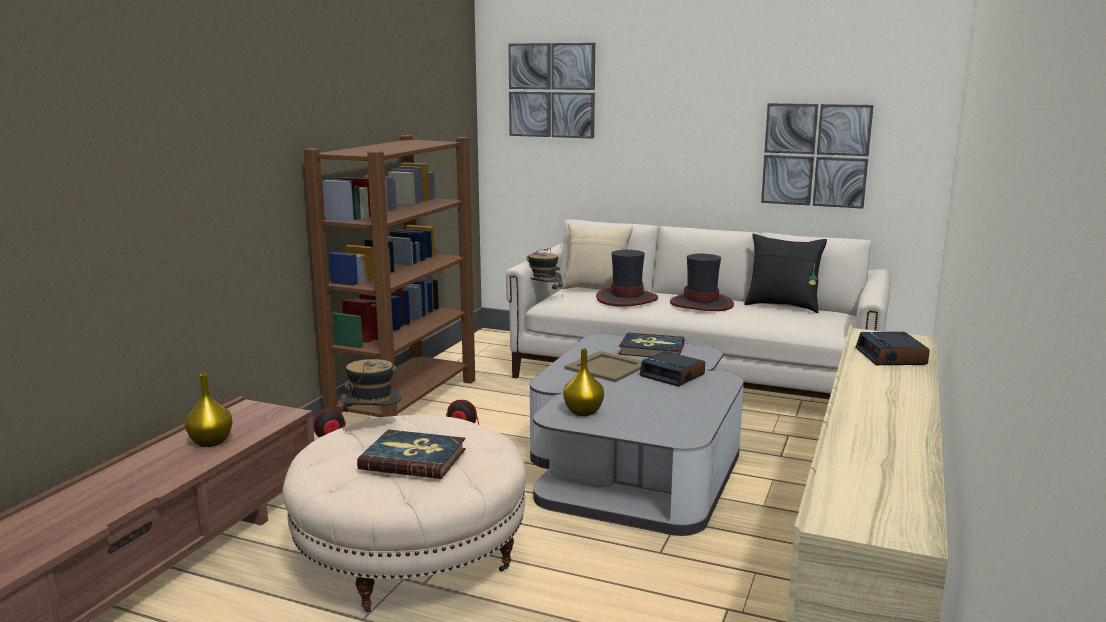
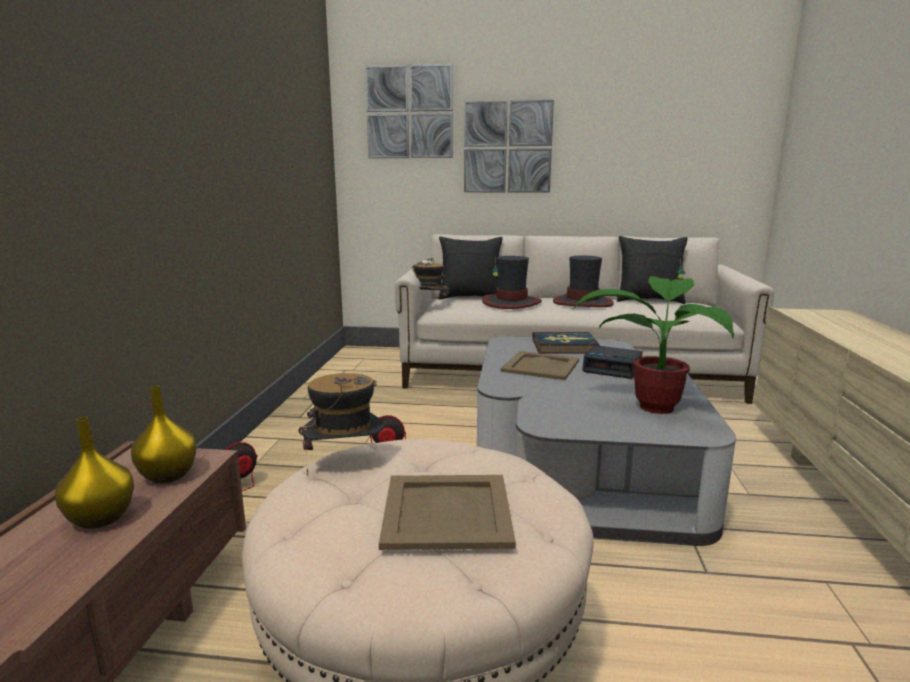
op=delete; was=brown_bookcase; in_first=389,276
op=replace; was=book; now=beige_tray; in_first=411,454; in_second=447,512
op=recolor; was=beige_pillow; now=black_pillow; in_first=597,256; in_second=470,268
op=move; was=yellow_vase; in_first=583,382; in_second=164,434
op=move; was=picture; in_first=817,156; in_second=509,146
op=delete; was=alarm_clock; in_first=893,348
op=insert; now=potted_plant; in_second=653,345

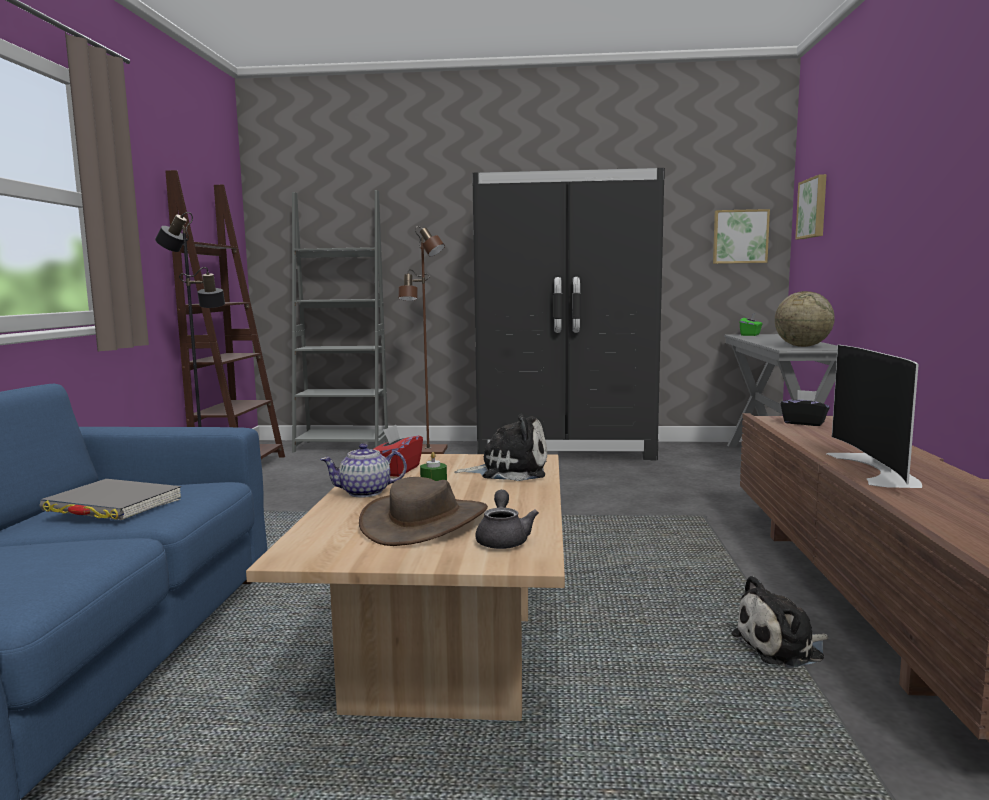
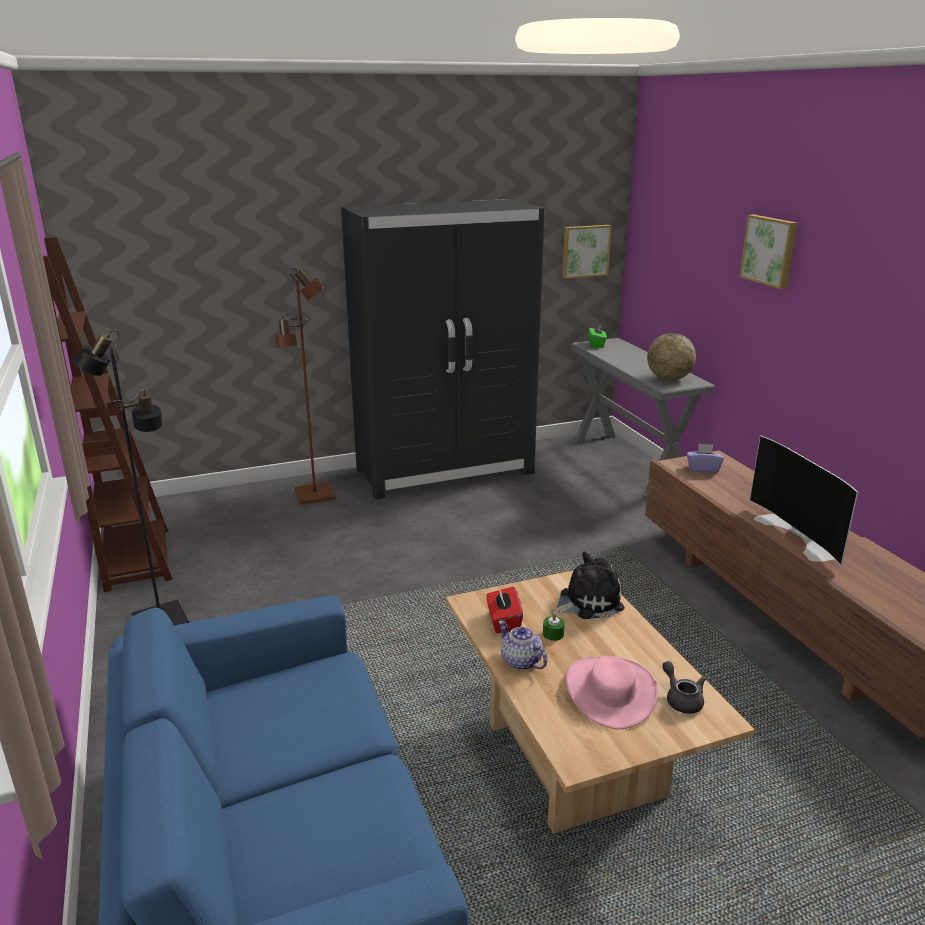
op=delete; was=grey_book; in_first=110,499
op=delete; was=grey_bookcase; in_first=340,321
op=rotate; was=teapot; in_first=363,470; in_second=523,645; clockwise=90
op=recolor; was=brown_hat; now=pink_hat; in_first=423,511; in_second=612,693
op=delete; was=plush_toy; in_first=780,622
op=recolor; was=black_tissue_box; now=purple_tissue_box; in_first=805,408; in_second=705,458
op=move; was=picture; in_first=810,206; in_second=768,252

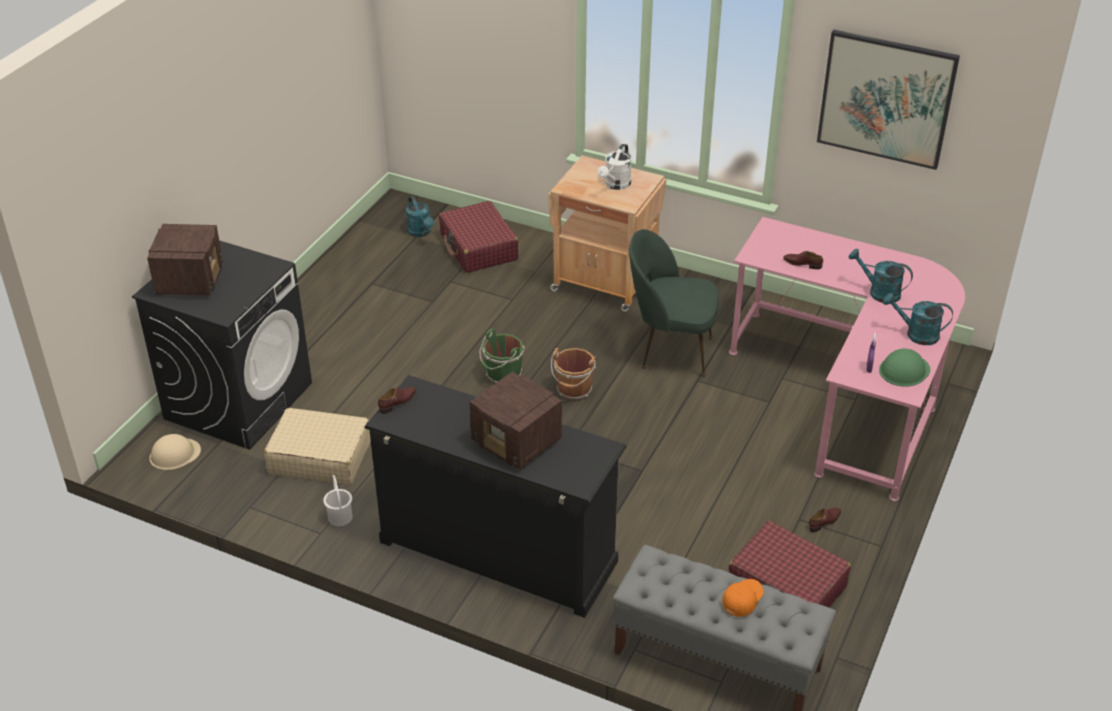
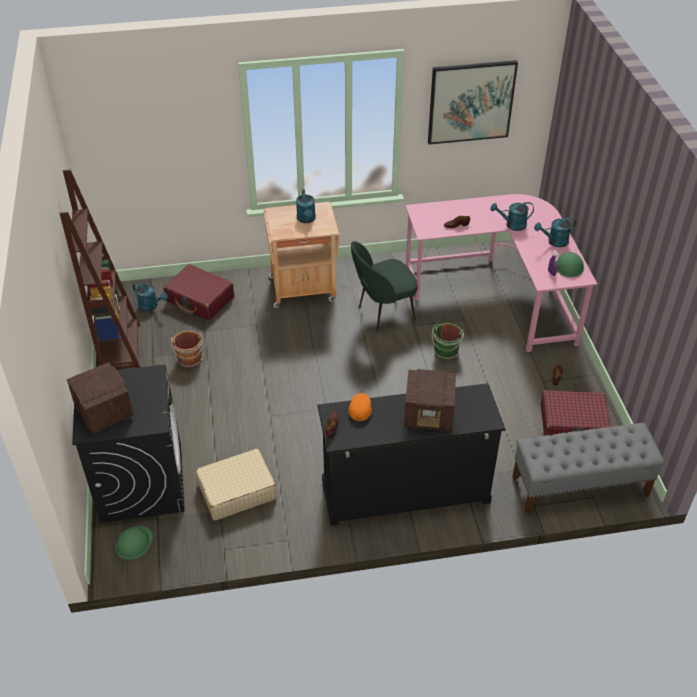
op=recolor; was=beige_hard_hat; now=green_hard_hat; in_first=175,452; in_second=134,543
op=delete; was=white_bucket; in_first=338,500
op=move; was=green_bucket; in_first=502,356; in_second=448,341
op=move; was=brown_bucket; in_first=573,374; in_second=187,349
op=recolor; was=white_watering_can; now=turquoise_watering_can; in_first=614,166; in_second=306,206
op=move; was=orange_cap; in_first=743,598; in_second=360,407
op=insert; now=brown_bookcase; in_second=100,269

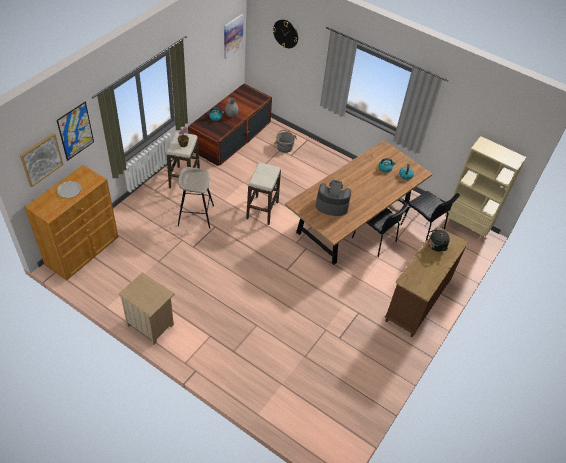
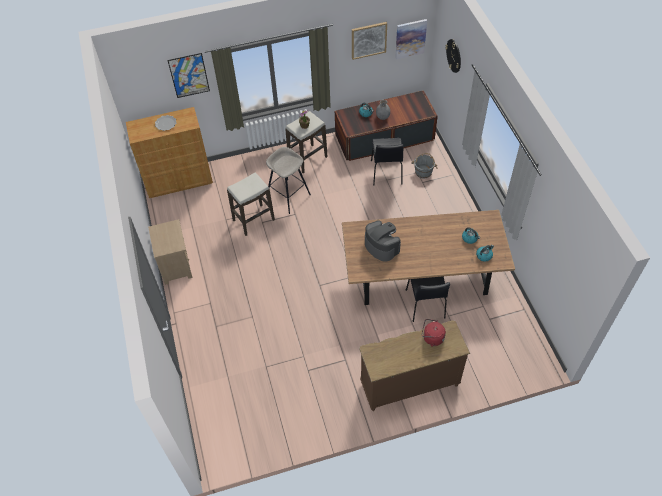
op=move; was=picture; in_first=41,160; in_second=369,41
op=move; was=stool; in_first=263,194; in_second=251,204
op=move; was=black_chair; in_first=430,215; in_second=387,161
op=recolor; was=black_kettle; now=red_kettle; in_first=439,240; in_second=434,333
op=delete; was=beige_bookcase; in_first=485,188

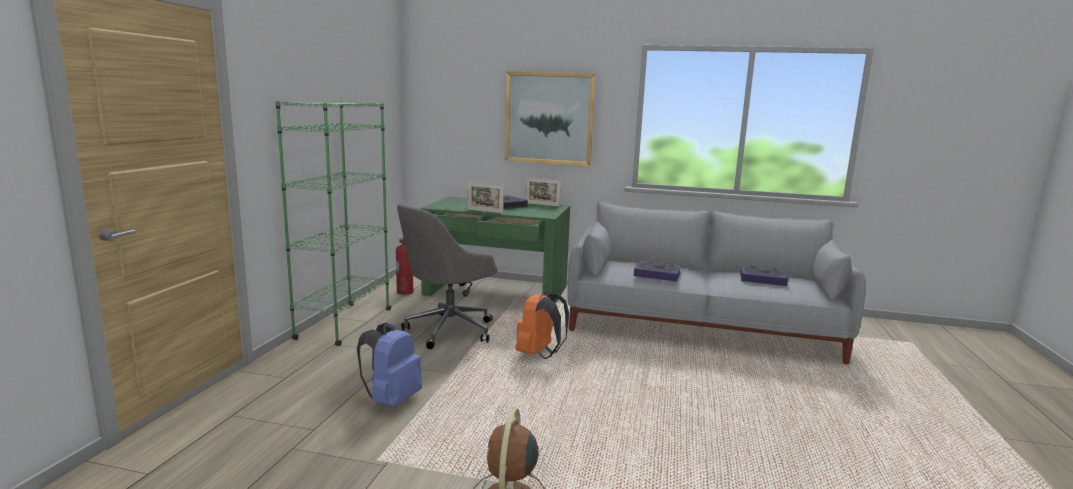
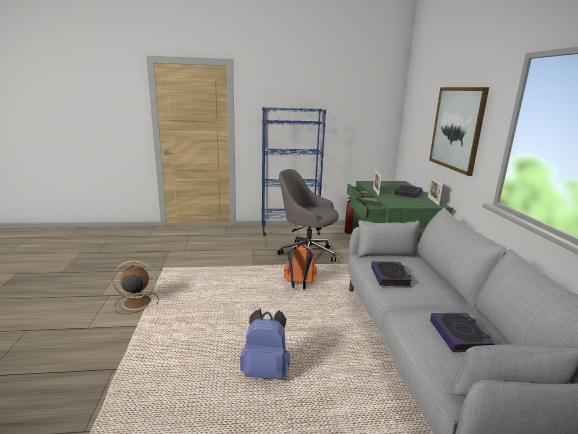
op=recolor; was=green_bookcase; now=blue_bookcase; in_first=333,223; in_second=294,171
op=move; was=blue_backpack; in_first=389,364; in_second=265,344

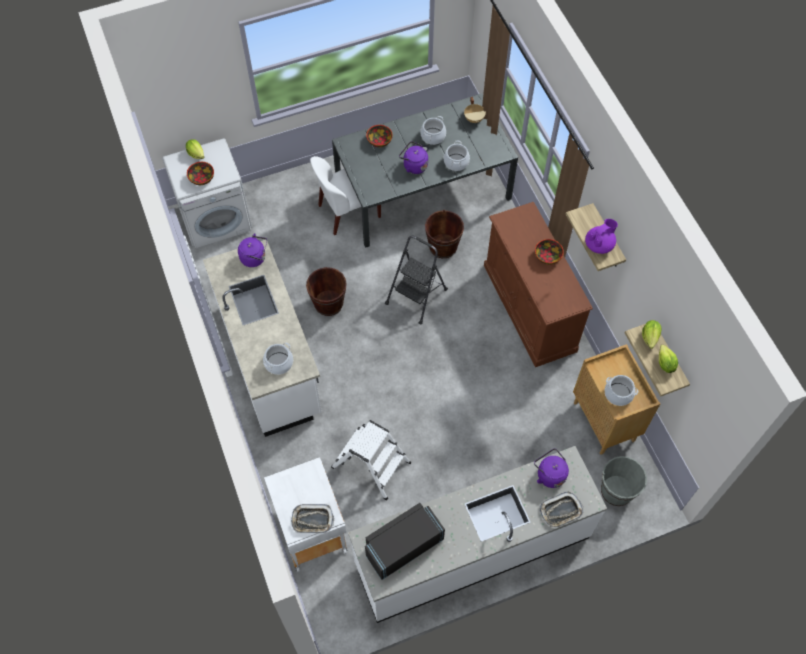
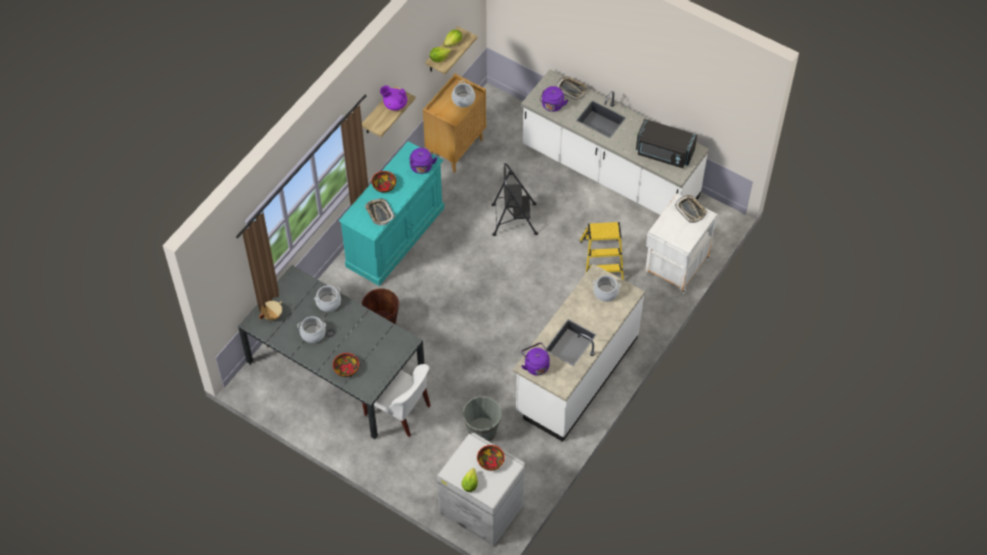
op=delete; was=brown_bucket; in_first=326,291
op=recolor; was=white_step_ladder; now=yellow_step_ladder; in_first=371,460; in_second=602,251
op=move; was=black_step_ladder; in_first=416,280; in_second=514,199
op=move; was=purple_kettle; in_first=413,157; in_second=423,161
op=recolor; was=brown_cabinet; now=turquoise_cabinet; in_first=538,284; in_second=392,213
op=move; was=grey_bucket; in_first=624,481; in_second=482,418
op=insert; now=tray; in_second=380,212

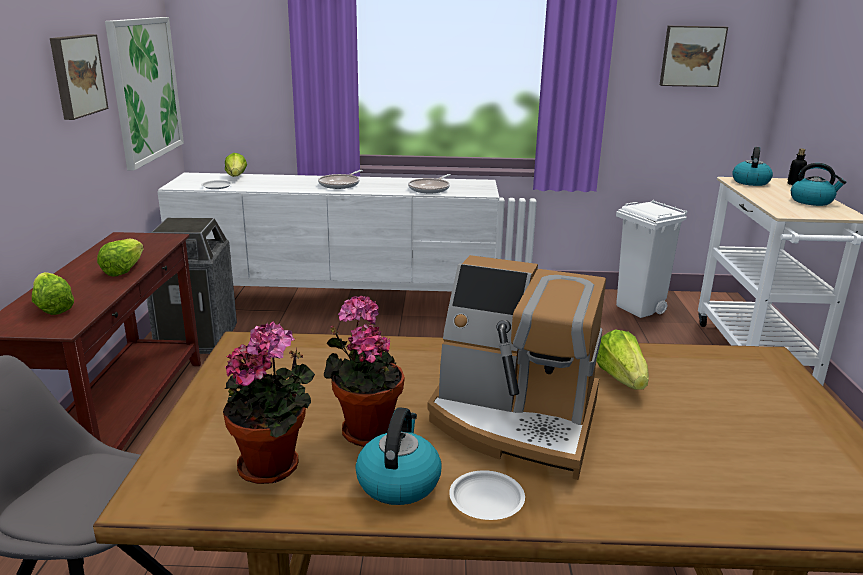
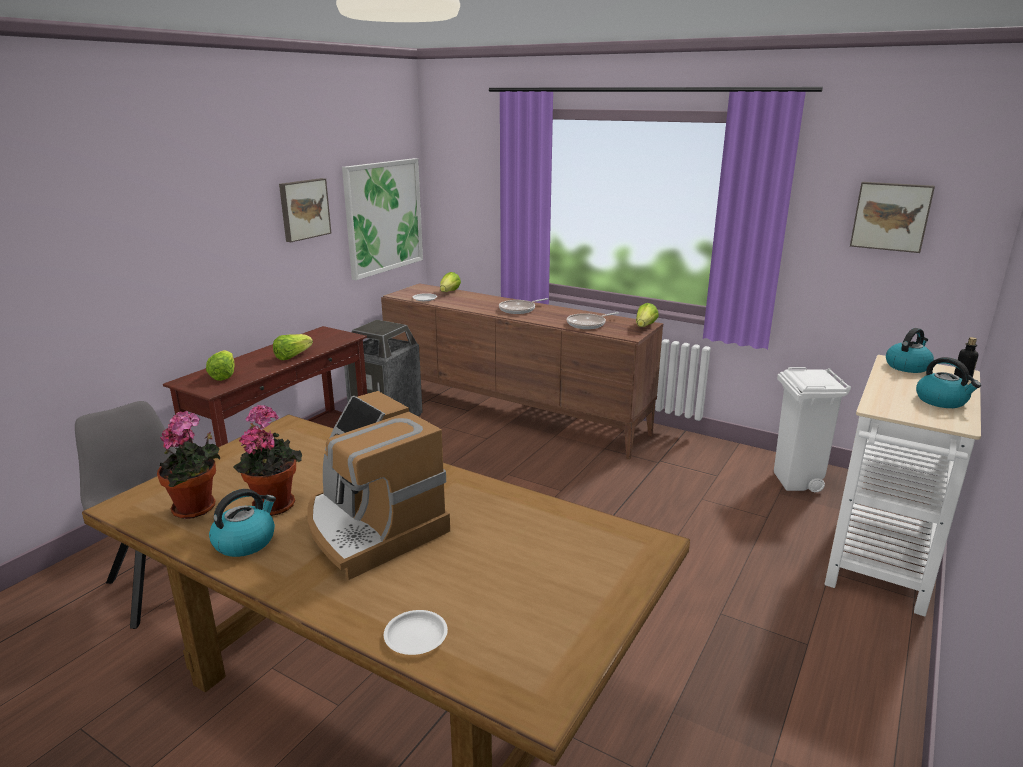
op=recolor; was=white_cabinet; now=brown_cabinet; in_first=328,232; in_second=522,371
op=move; was=white_plate; in_first=487,495; in_second=416,632
op=move; was=lettuce; in_first=622,359; in_second=647,315

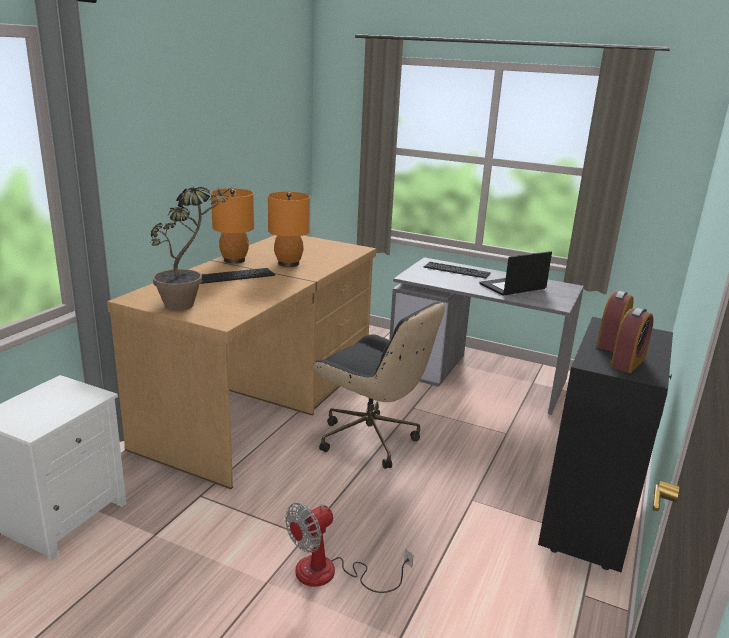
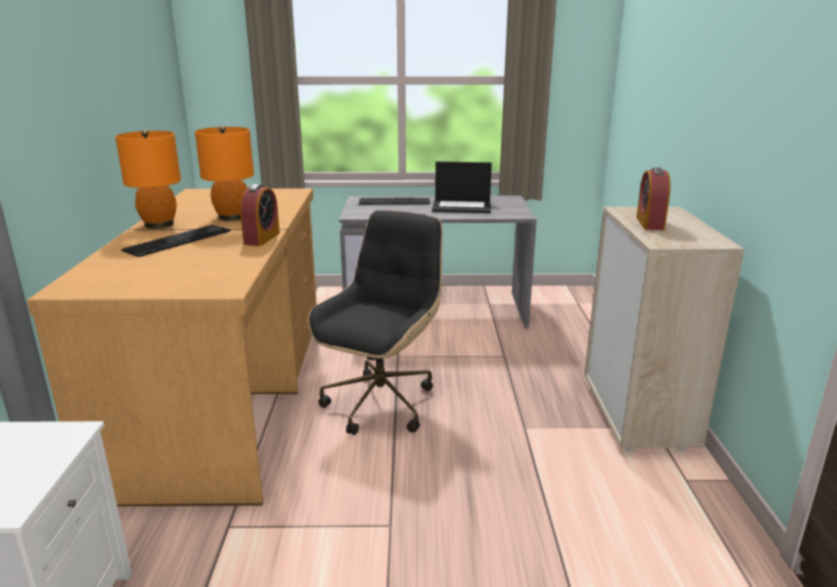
op=delete; was=potted_plant; in_first=191,249
op=delete; was=fan; in_first=349,548
op=rotate; was=black_office_chair; in_first=379,385; in_second=375,322; clockwise=-75
op=rotate; was=laptop; in_first=515,273; in_second=462,187; clockwise=-120
op=recolor; was=black_cabinet; now=beige_cabinet; in_first=605,445; in_second=664,329
op=move; was=alarm_clock; in_first=632,340; in_second=260,215

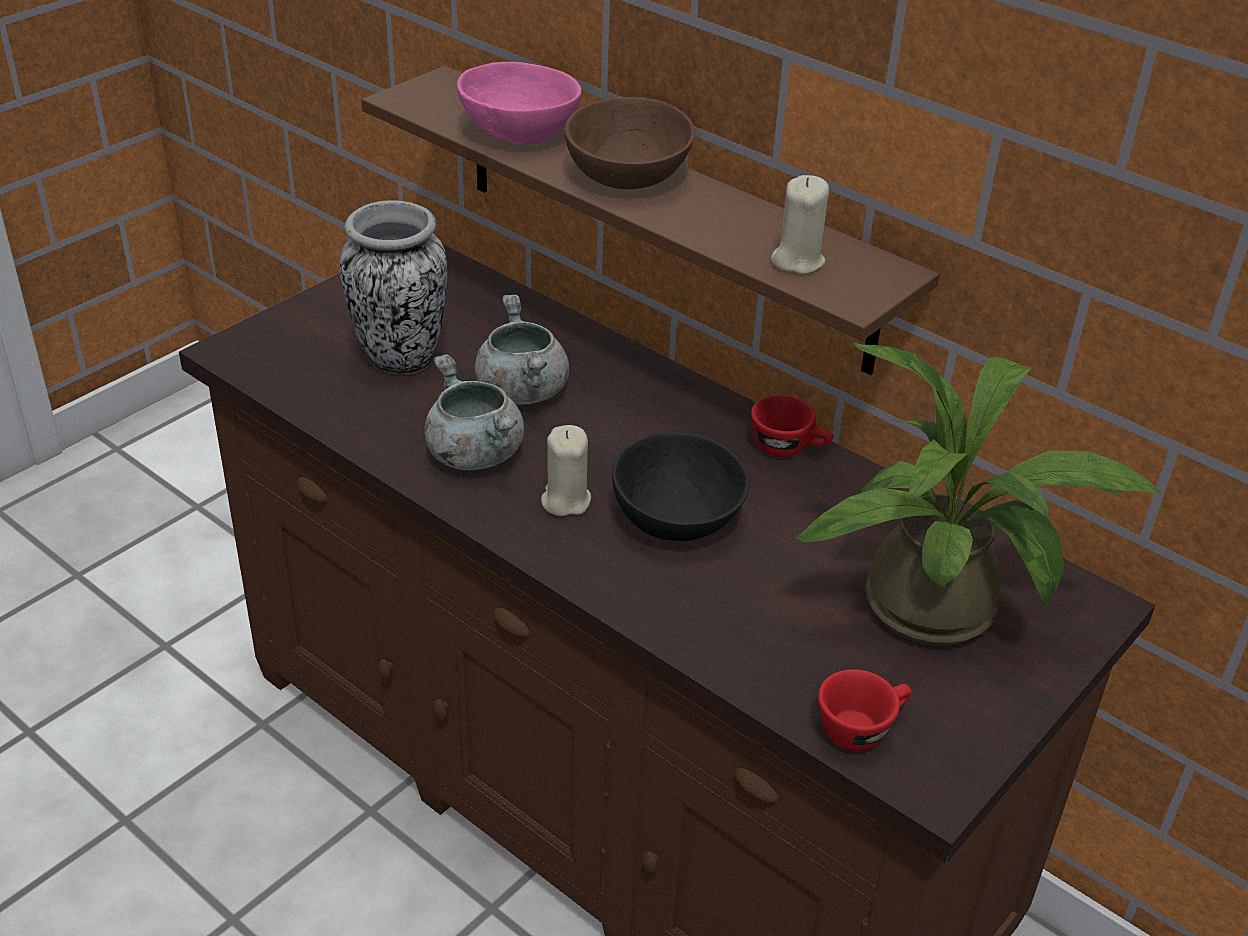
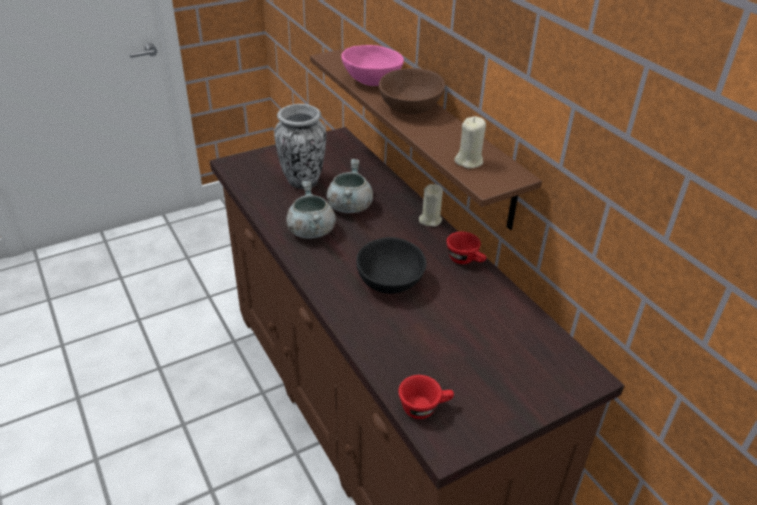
op=move; was=beige_candle; in_first=566,470; in_second=431,205
op=delete; was=potted_plant; in_first=977,493

